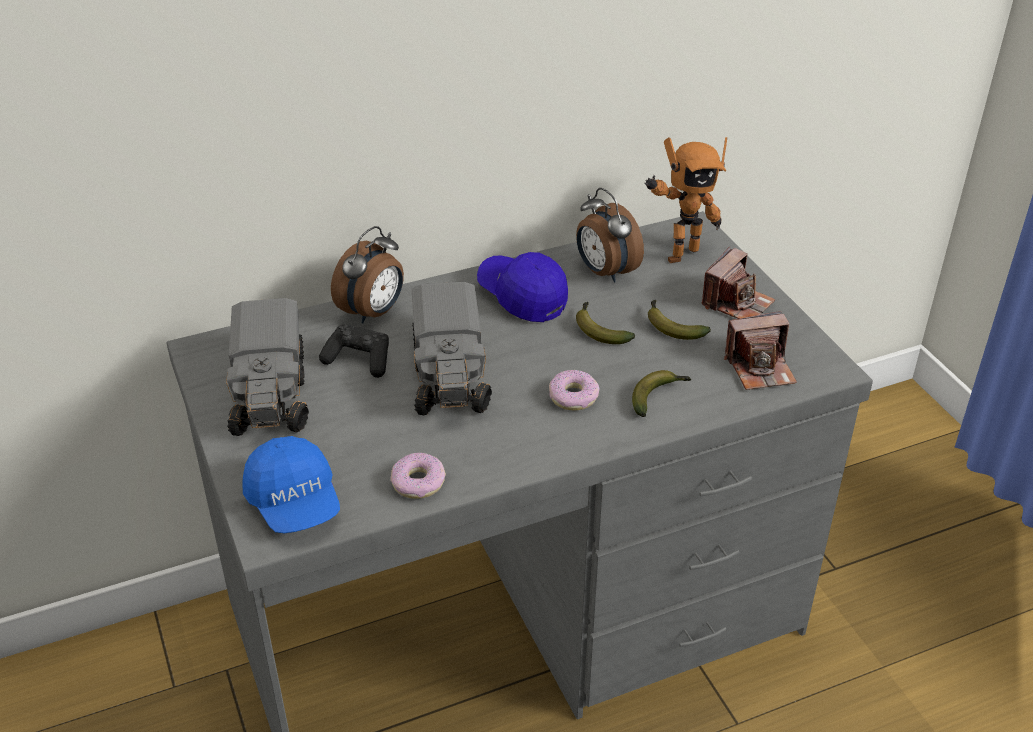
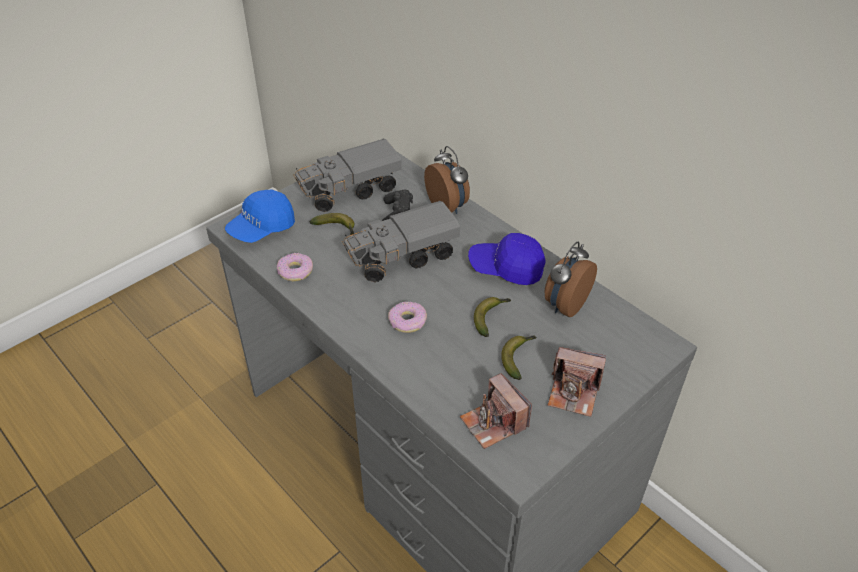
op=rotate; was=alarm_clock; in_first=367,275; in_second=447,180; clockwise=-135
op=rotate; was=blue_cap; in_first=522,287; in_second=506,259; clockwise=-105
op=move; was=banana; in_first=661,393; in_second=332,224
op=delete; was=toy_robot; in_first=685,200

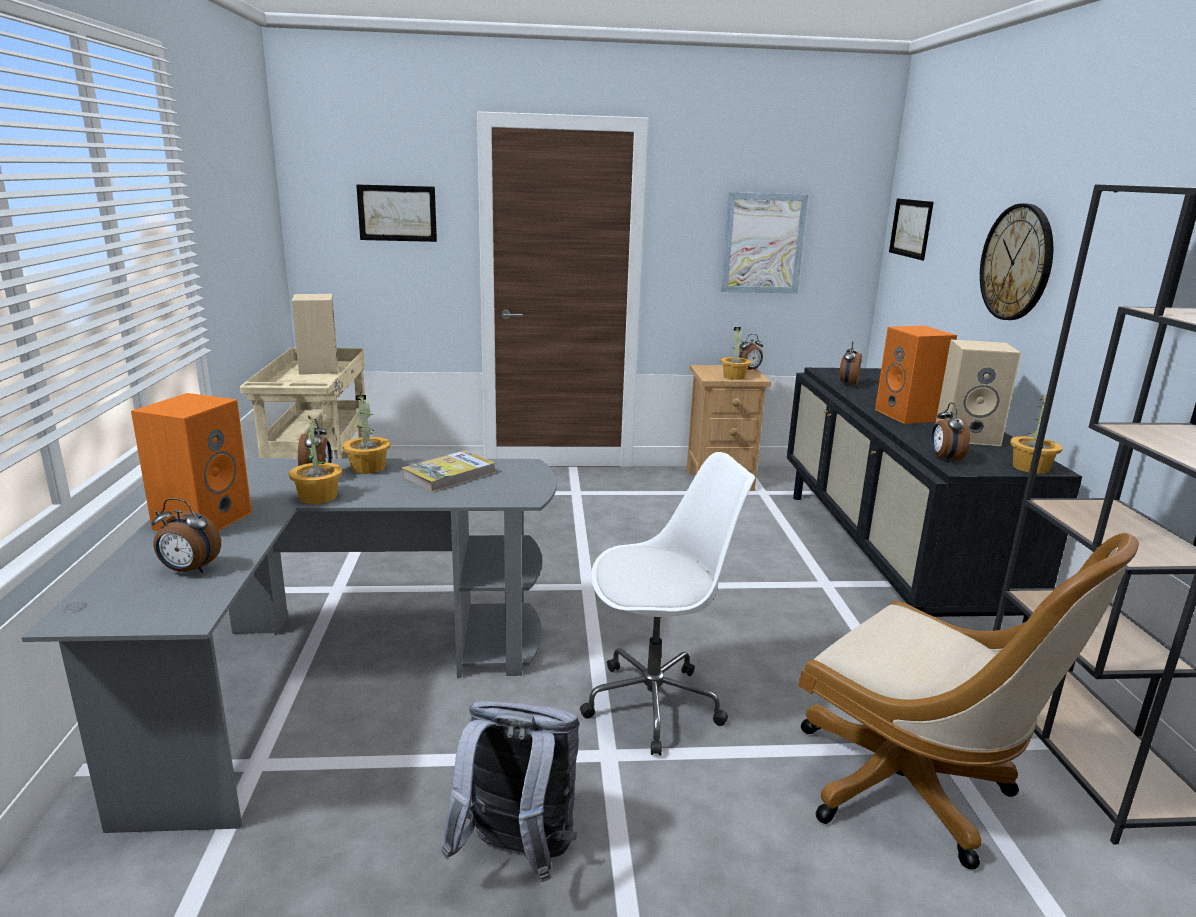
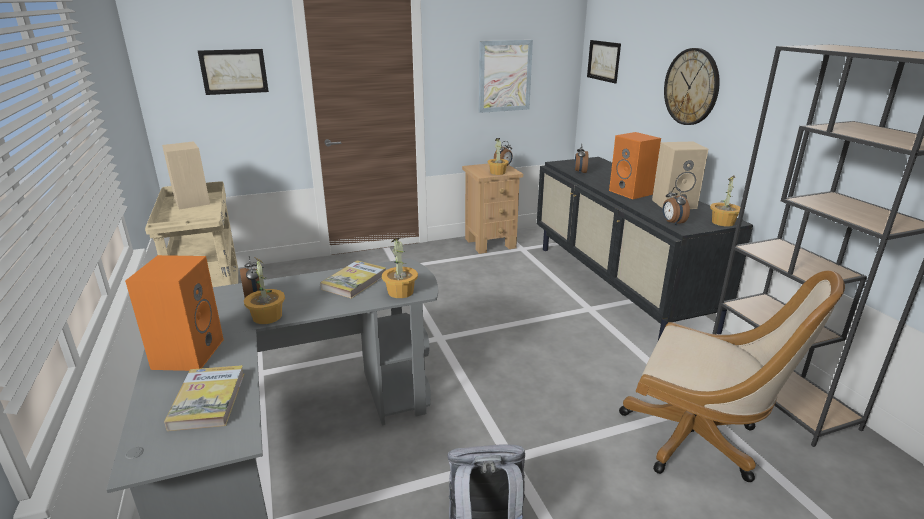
op=replace; was=alarm_clock; now=book; in_first=186,535; in_second=204,398
op=move; was=potted_plant; in_first=367,434; in_second=400,267
op=delete; was=white_office_chair; in_first=667,604

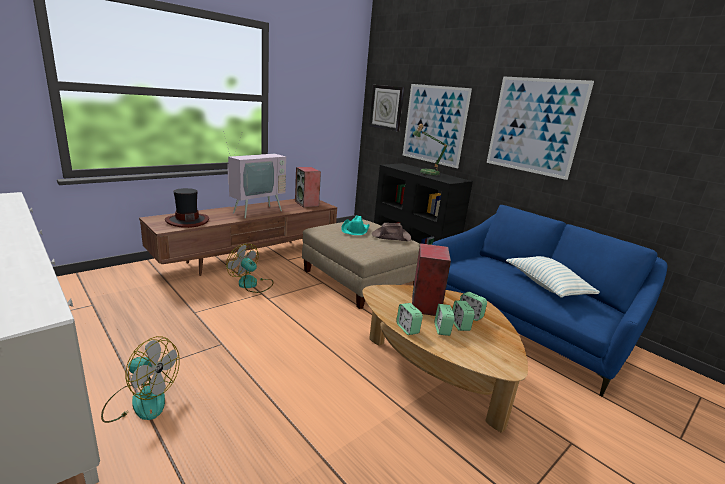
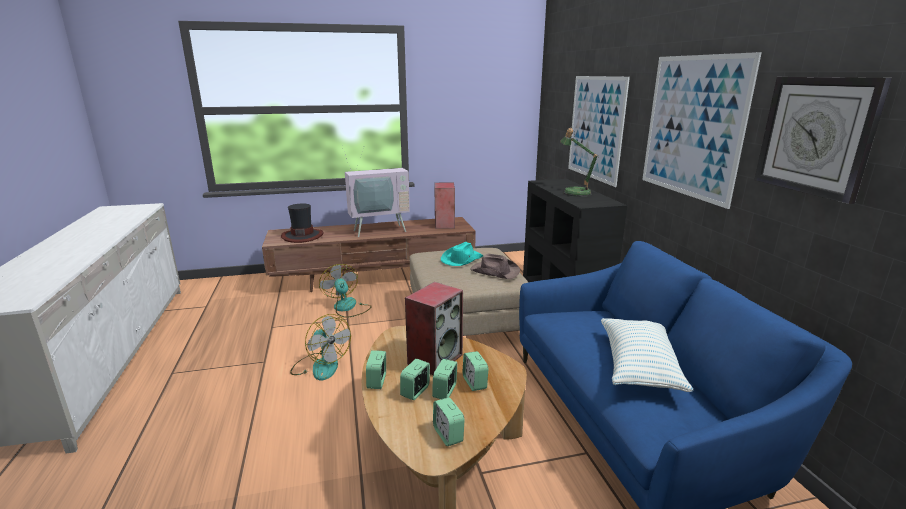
op=move; was=fan; in_first=140,379; in_second=320,347
op=move; was=wall_clock; in_first=386,108; in_second=823,140
op=insert; now=alarm_clock; in_second=448,421

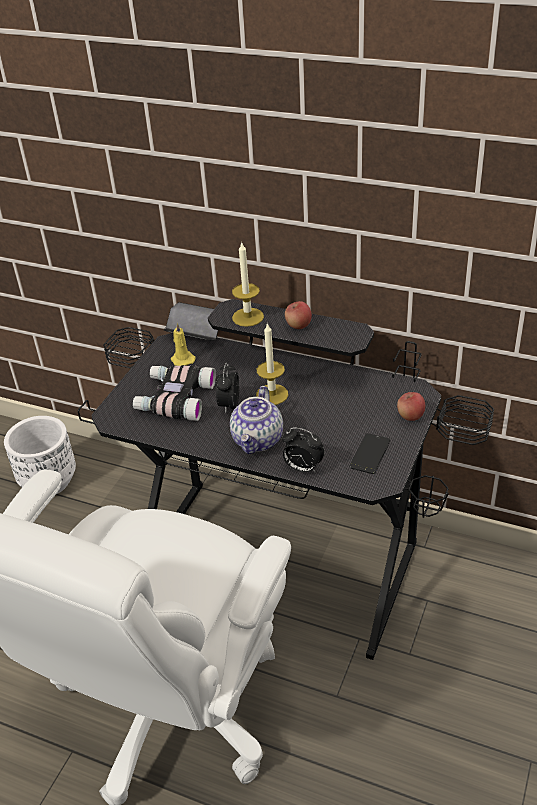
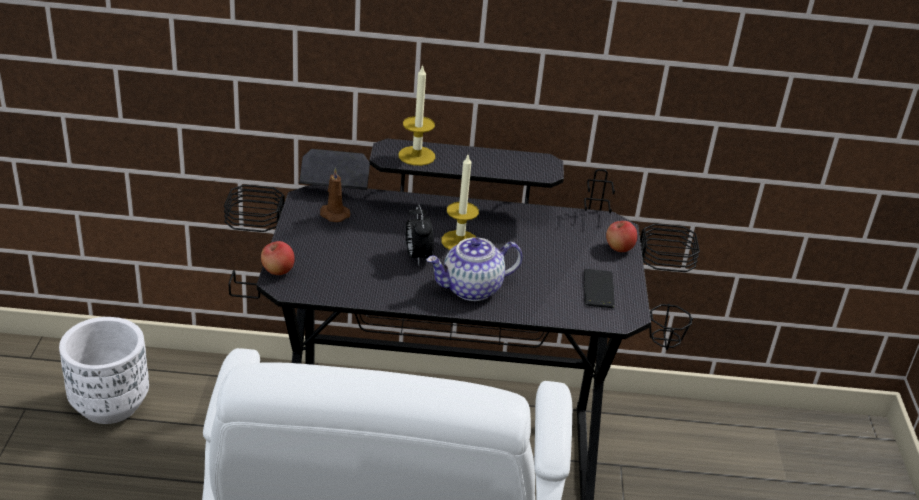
op=delete; was=binoculars; in_first=174,393
op=recolor; was=yellow_candle; now=brown_candle; in_first=183,344; in_second=335,194
op=rotate; was=teapot; in_first=256,420; in_second=474,269; clockwise=75
op=delete; was=alarm_clock; in_first=303,450
op=move; was=apple; in_first=298,315; in_second=278,258

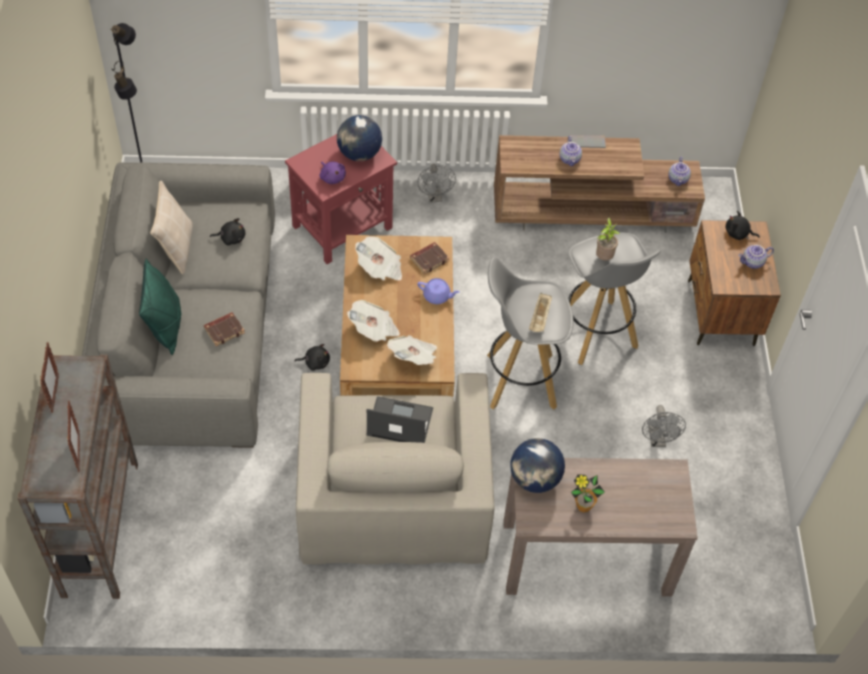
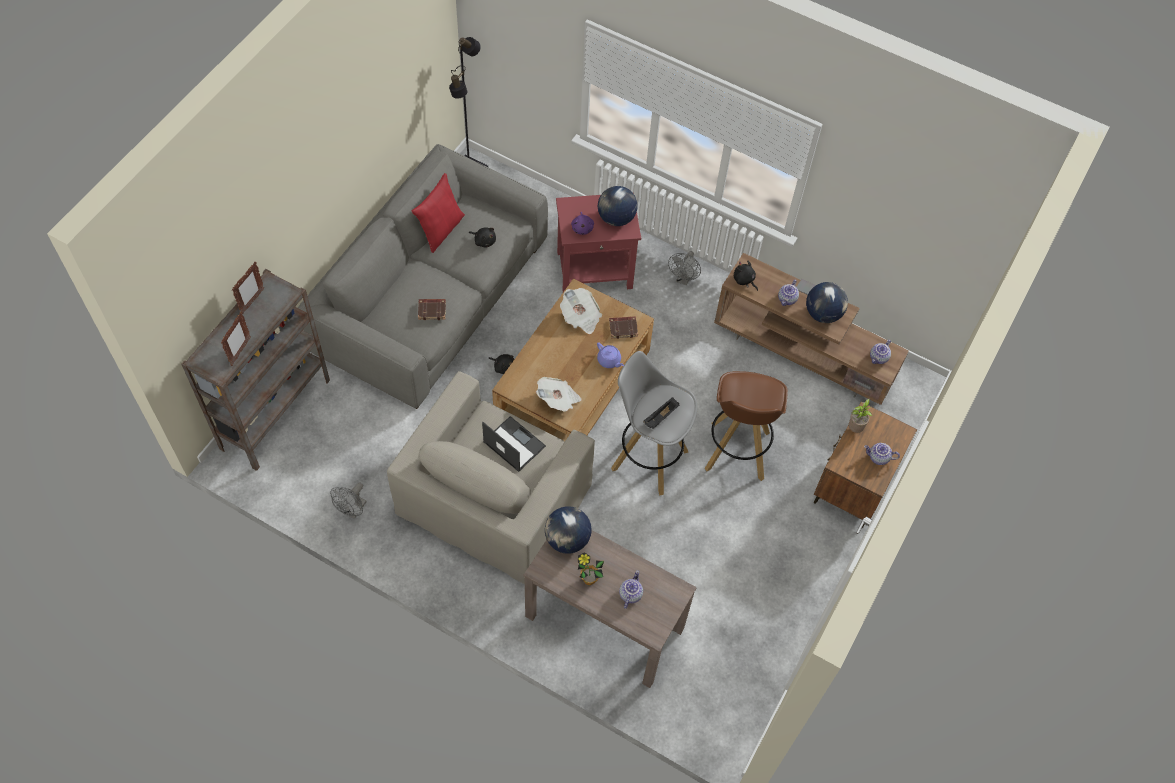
op=delete; was=green_pillow; in_first=160,306
op=recolor; was=beige_pillow; now=red_pillow; in_first=171,227; in_second=438,213
op=delete; was=newspaper; in_first=373,321
op=recolor; was=beige_tray; now=black_tray; in_first=540,312; in_second=661,413
op=recolor; was=grey_stool; now=brown_stool; in_first=614,298; in_second=746,426
op=move; was=potted_plant; in_first=608,238; in_second=861,416
op=move; was=grey_fan; in_first=664,426; in_second=348,501
op=move; was=black_plush_toy; in_first=742,225; in_second=746,276
op=insert; now=teapot; in_second=631,589
op=insert; now=globe; in_second=827,302

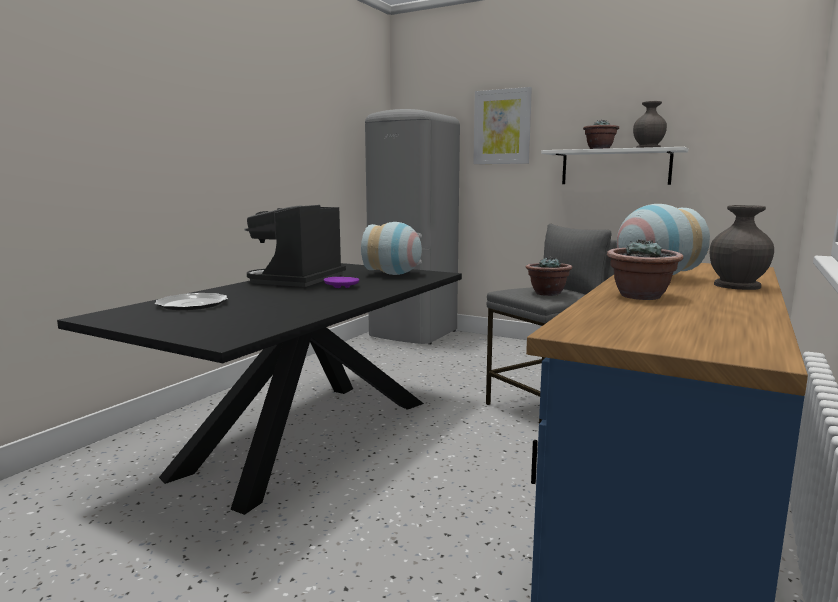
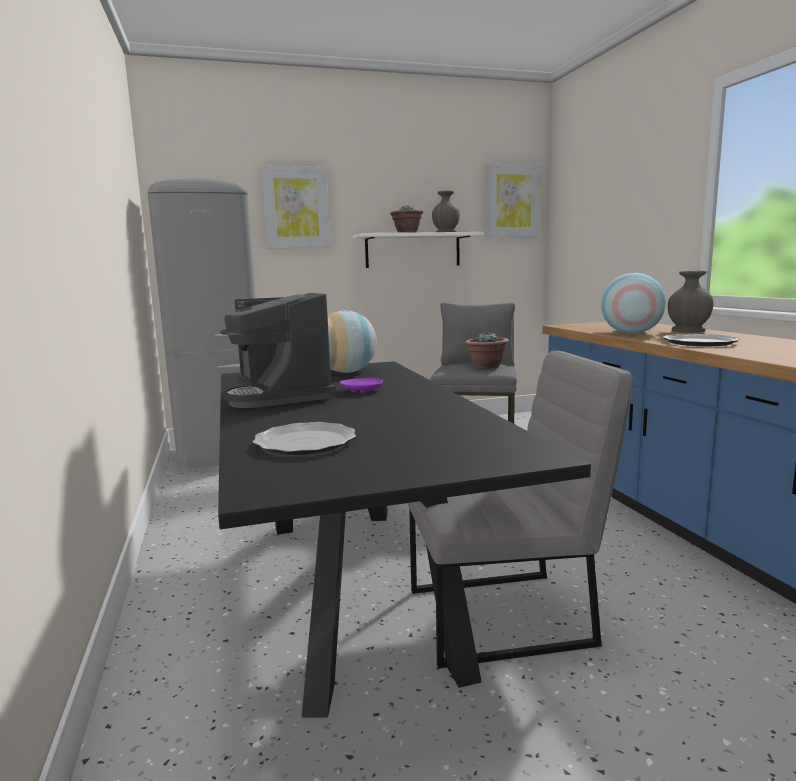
op=replace; was=potted_plant; now=plate; in_first=645,269; in_second=701,340
op=insert; now=grey_chair; in_second=520,509
op=insert; now=picture; in_second=513,200

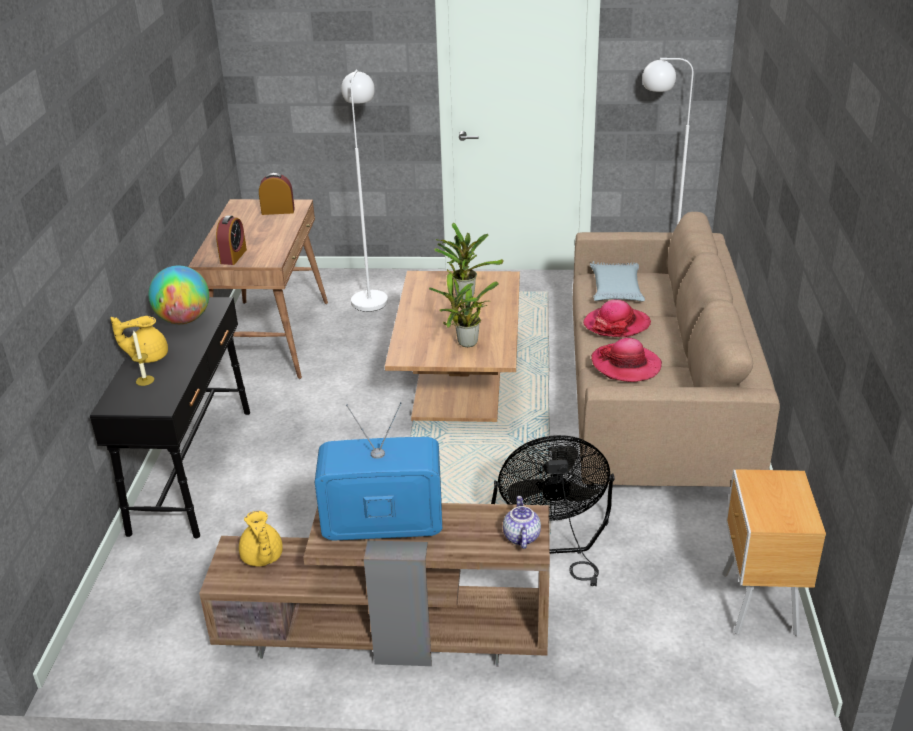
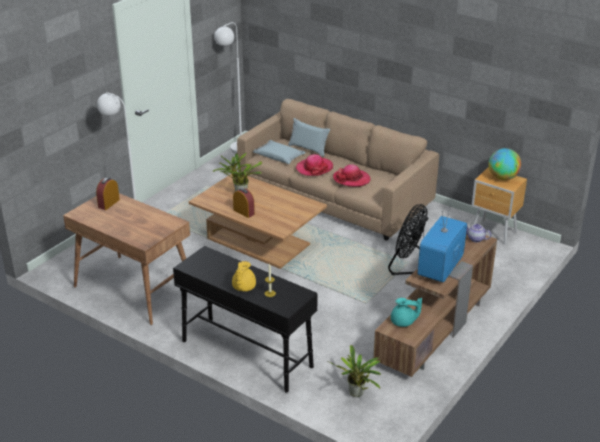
op=move; was=globe; in_first=178,295; in_second=505,164
op=move; was=alarm_clock; in_first=231,240; in_second=244,203
op=recolor; was=yellow_teapot; now=turquoise_teapot; in_first=261,538; in_second=406,312
op=move; was=potted_plant; in_first=464,310; in_second=353,371
op=insert; now=blue_pillow; in_second=309,137

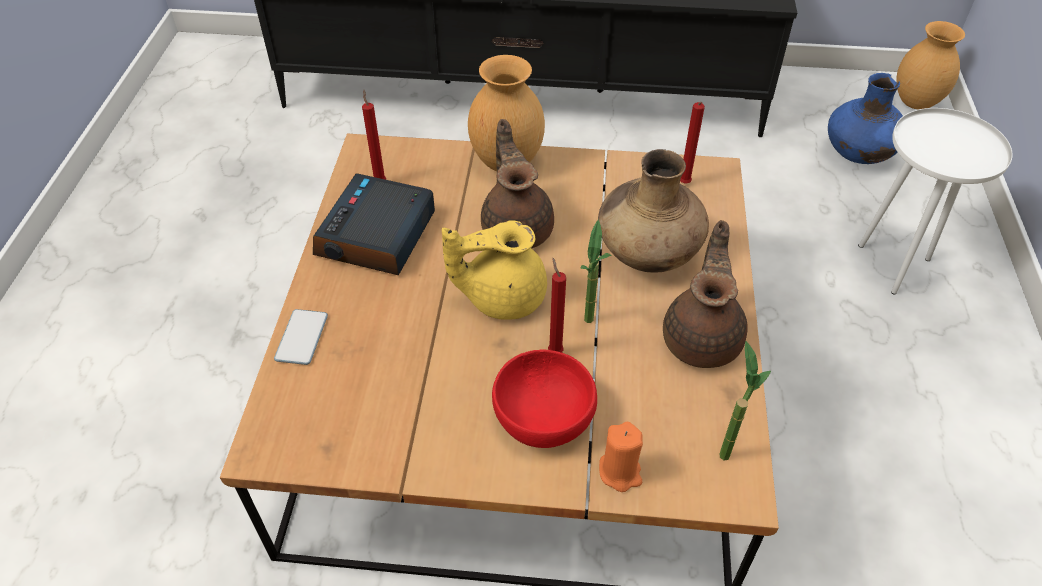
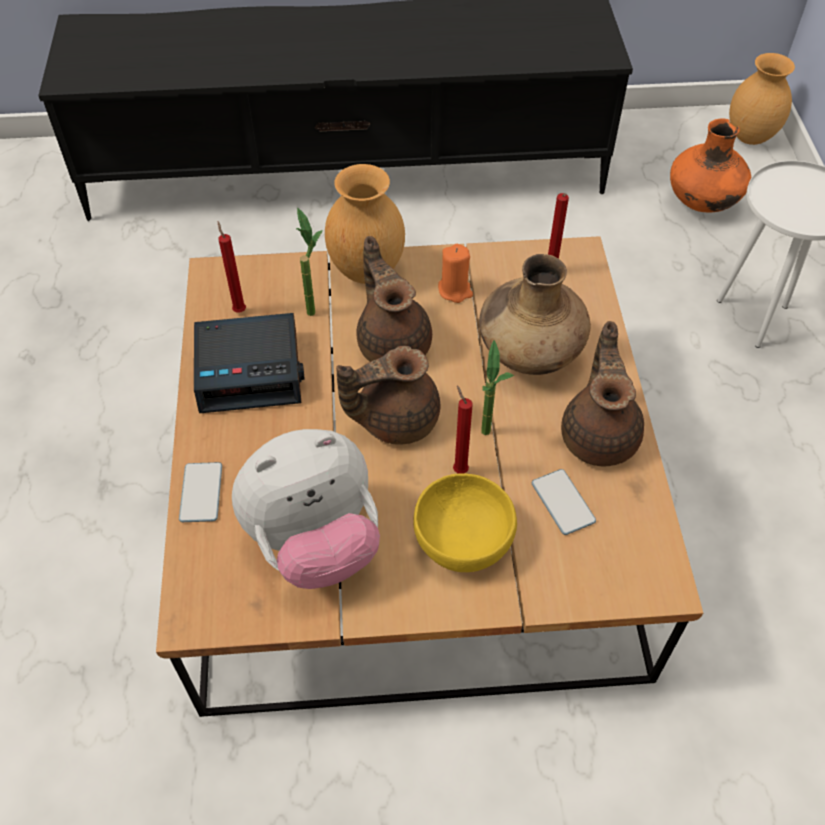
op=rotate; was=alarm_clock; in_first=374,224; in_second=249,363; clockwise=-105
op=recolor; was=yellow_teapot; now=brown_teapot; in_first=494,270; in_second=388,395
op=recolor; was=red_bowl; now=yellow_bowl; in_first=544,398; in_second=465,522
op=move; was=orange_candle; in_first=621,457; in_second=455,273
op=move; was=potted_plant; in_first=745,400; in_second=309,261
op=recolor; was=blue_vase; now=orange_vase; in_first=865,118; in_second=710,166
op=insert; now=plush_toy; in_second=306,509
op=insert; now=phone; in_second=564,502

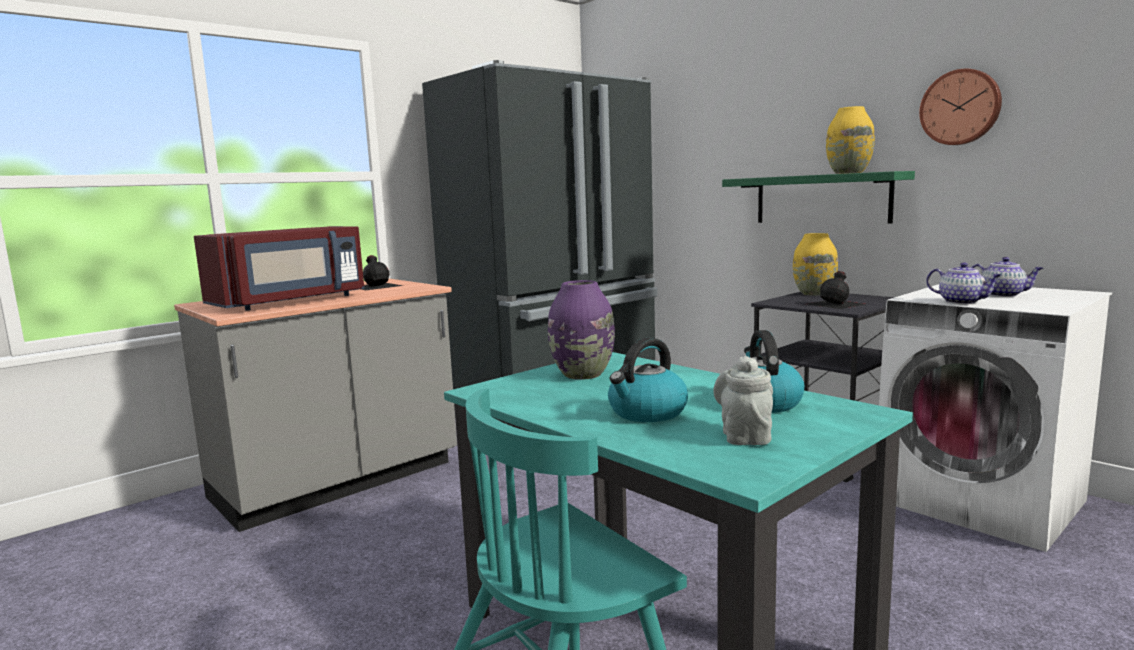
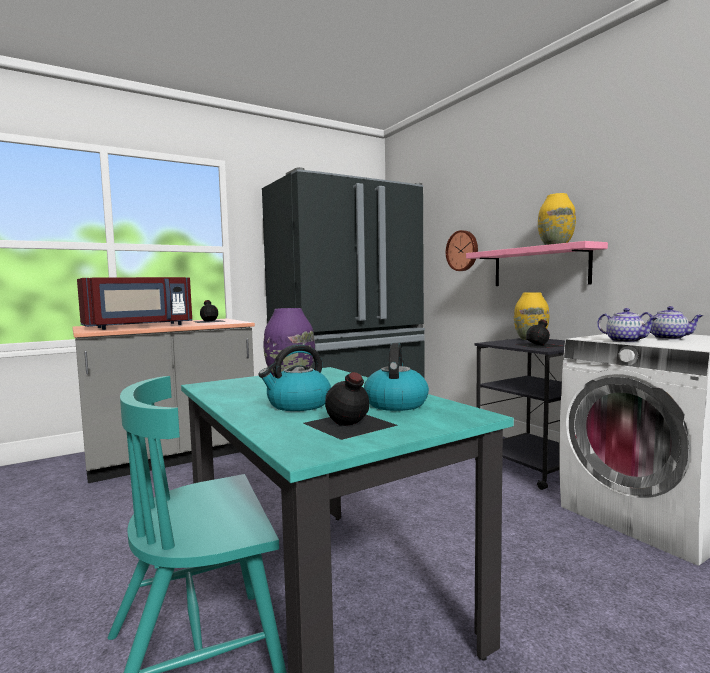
op=replace; was=grey_teapot; now=black_bottle; in_first=743,400; in_second=350,406
op=recolor; was=green_shelf; now=pink_shelf; in_first=818,197; in_second=537,263
op=move; was=wall_clock; in_first=960,107; in_second=462,250

